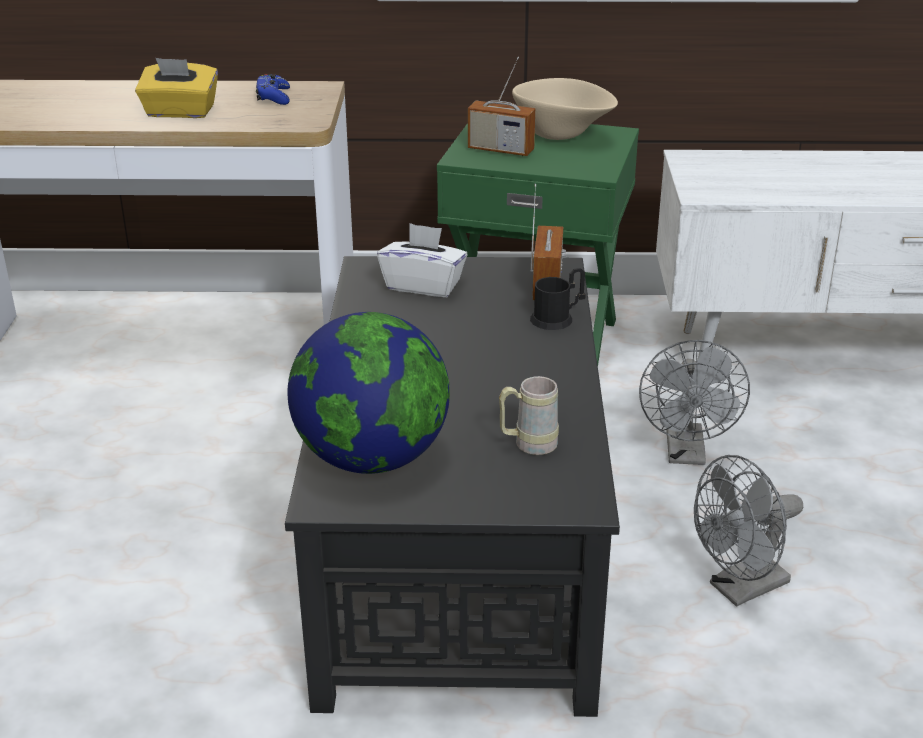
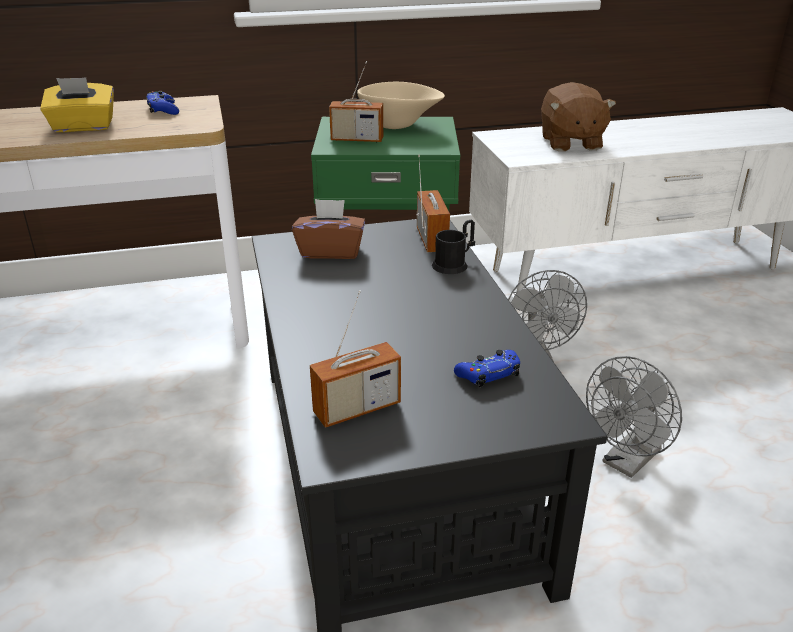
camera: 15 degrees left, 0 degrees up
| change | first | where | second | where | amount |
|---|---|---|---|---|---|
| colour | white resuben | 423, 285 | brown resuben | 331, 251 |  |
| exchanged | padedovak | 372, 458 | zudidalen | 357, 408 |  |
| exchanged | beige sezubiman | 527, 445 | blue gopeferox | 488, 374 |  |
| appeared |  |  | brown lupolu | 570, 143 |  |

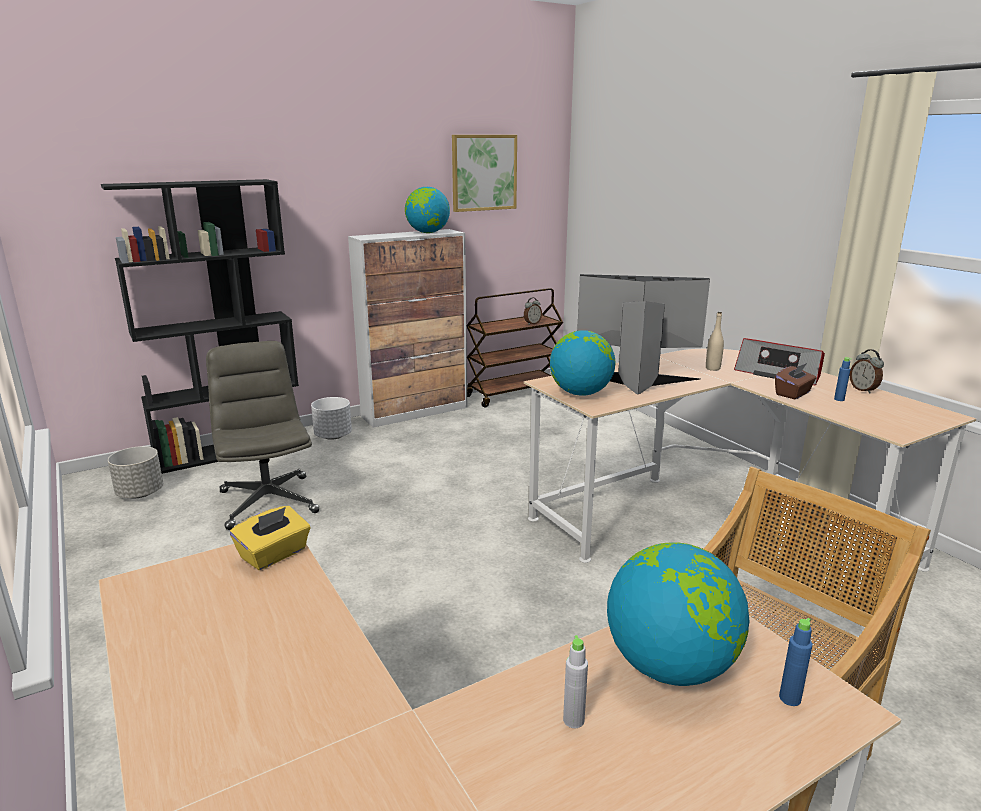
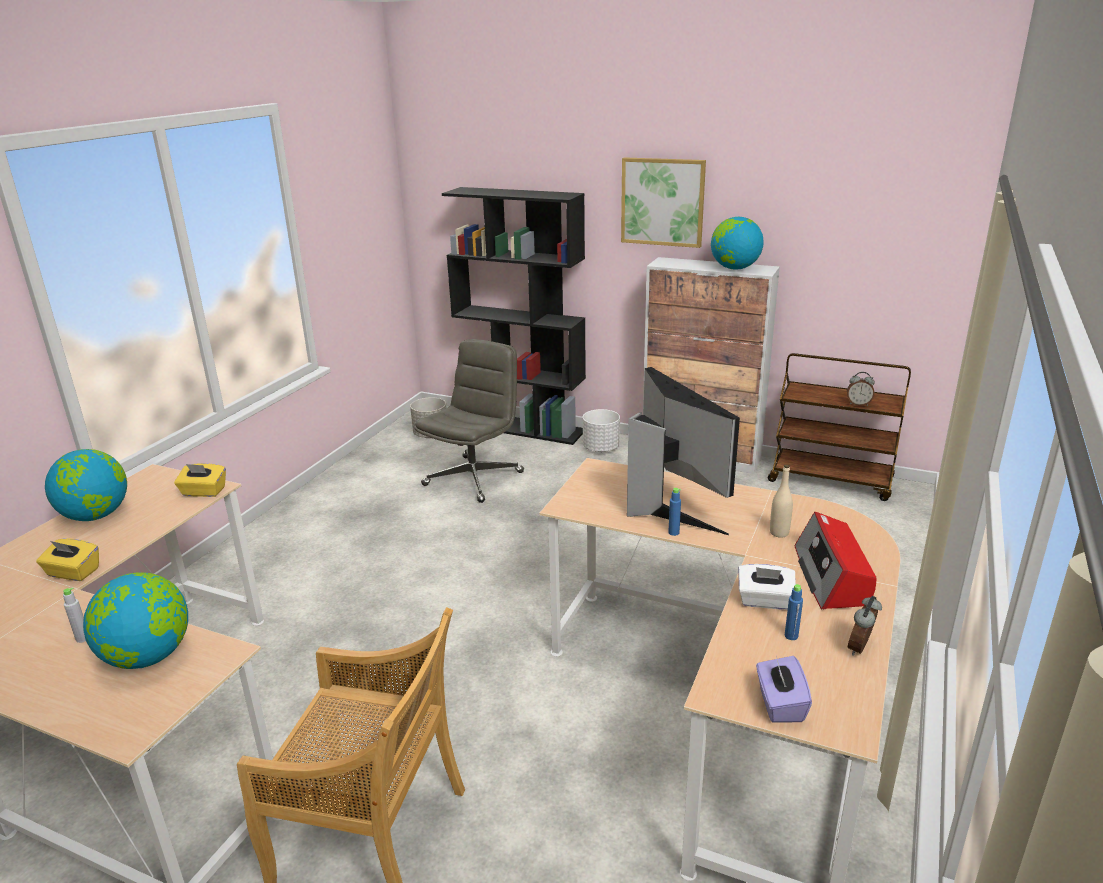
camera: 55 degrees right, 5 degrees up
| change | first | where | second | where | amount |
|---|---|---|---|---|---|
| appeared |  |  | yellow resuben | 73, 573 |  |
| relocated | padedovak | 580, 393 |  | 96, 515 |  |
| relocated | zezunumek | 484, 173 |  | 662, 202 |  |
| relocated | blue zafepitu | 789, 698 |  | 673, 532 |  |
| colour | brown resuben | 793, 394 | white resuben | 764, 601 |  |
| appeared |  |  | purple resuben | 780, 704 |  |

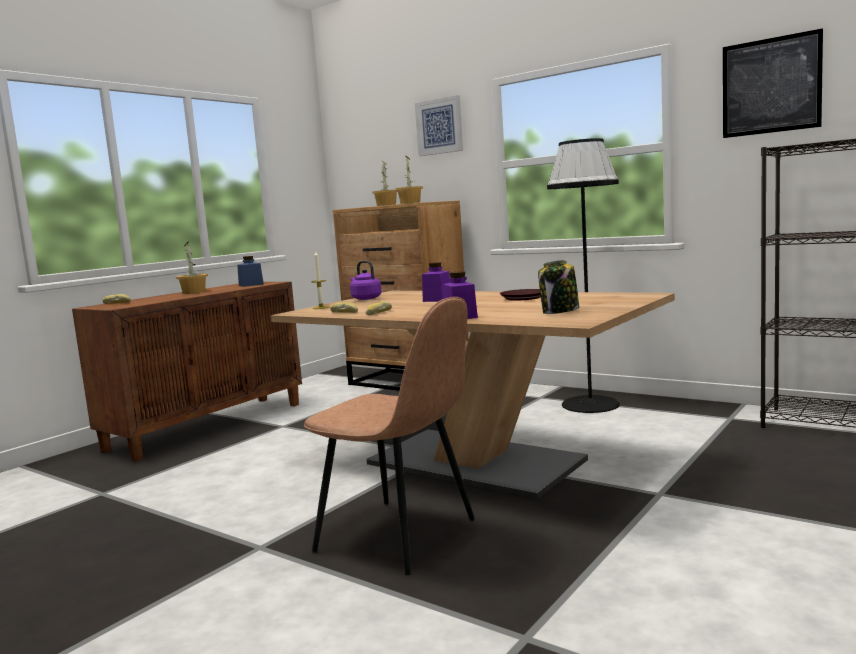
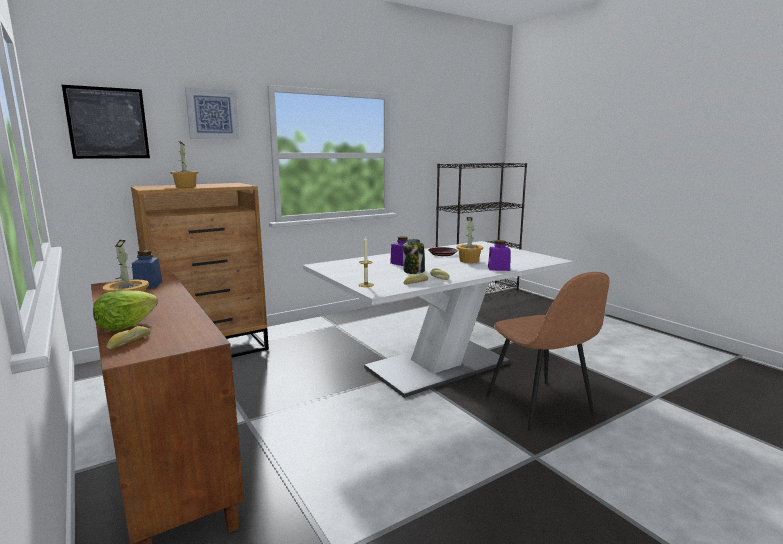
camera: 70 degrees left, 5 degrees up
| change | first | where | second | where | amount |
|---|---|---|---|---|---|
| relocated | zezunumek | 771, 86 |  | 108, 123 |  |
| appeared |  |  | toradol | 126, 326 |  |
| colour | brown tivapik | 474, 462 | white tivapik | 437, 365 |  |
| relocated | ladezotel | 560, 312 |  | 414, 271 |  |
| relocated | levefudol | 410, 203 |  | 469, 261 |  |
| spun | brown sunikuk | 399, 536 |  | 540, 406 | 105 degrees clockwise |
| missing | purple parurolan | 365, 298 |  |  |  |
| missing | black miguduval | 590, 404 |  |  |  |

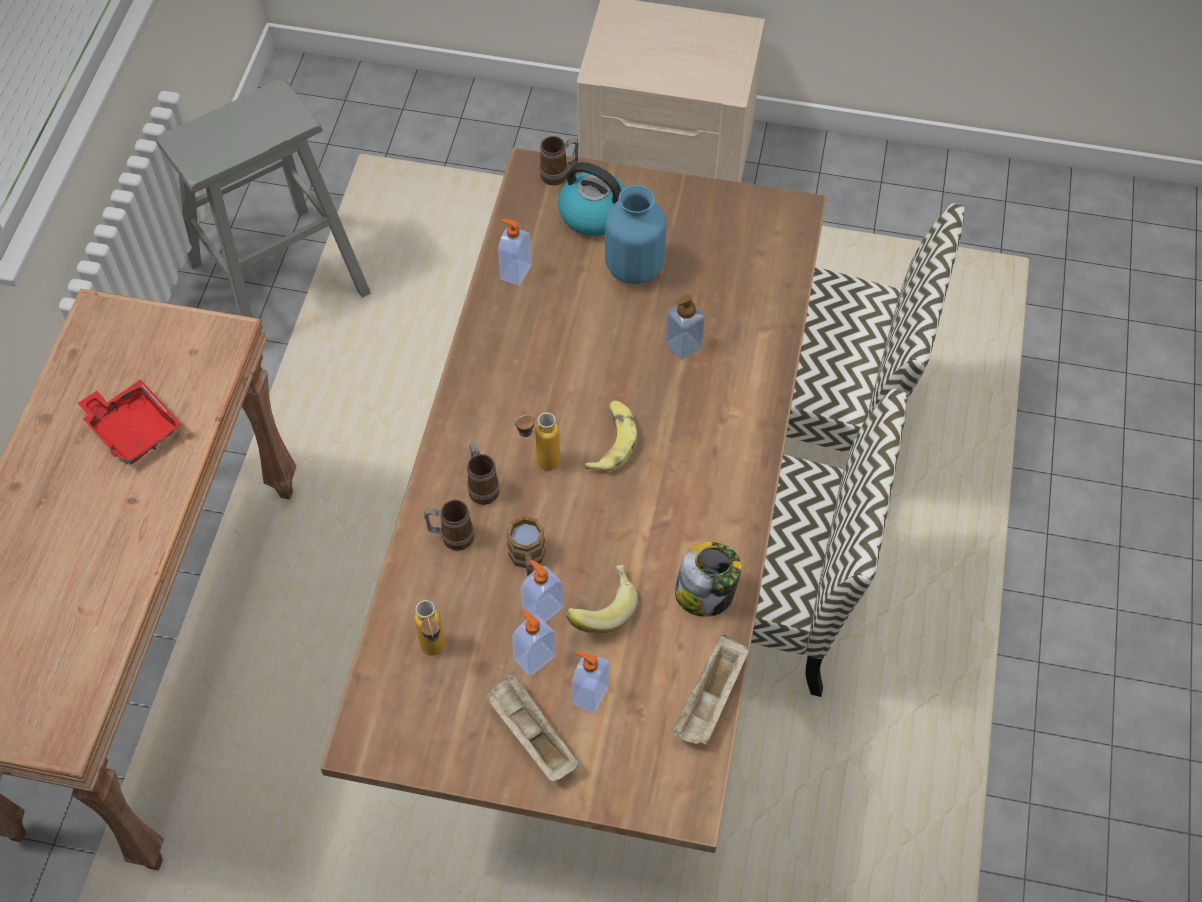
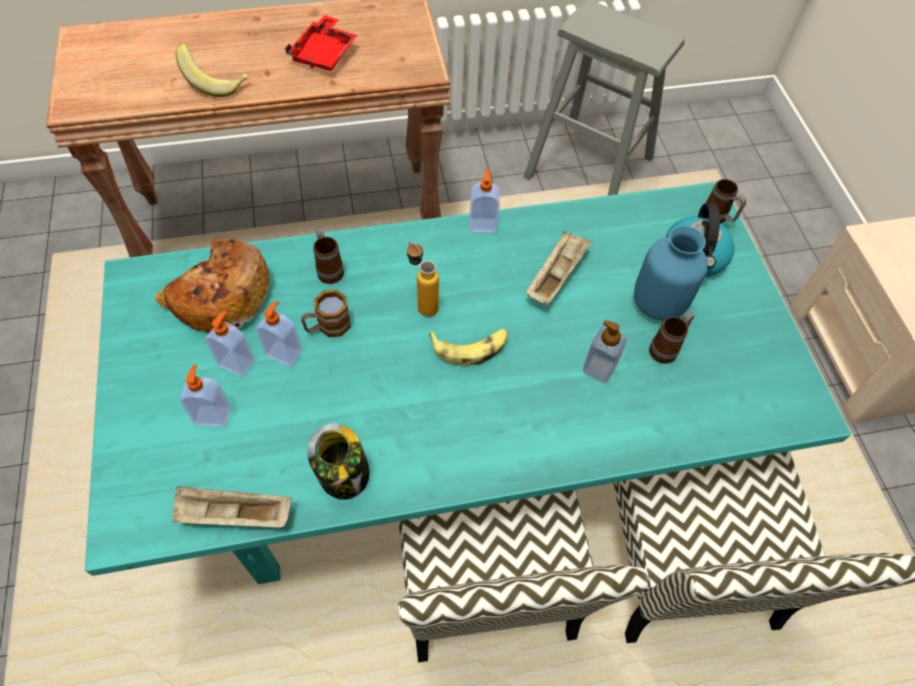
camera: 65 degrees right, 0 degrees up
| change | first | where | second | where | amount |
|---|---|---|---|---|---|
| colour | brown tivapik | 601, 584 | turquoise tivapik | 449, 450 |  |
| exchanged | zafepitu | 435, 654 | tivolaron | 220, 295 |  |
| relocated | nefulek | 601, 607 |  | 216, 83 |  |
| relocated | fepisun | 515, 272 |  | 482, 224 |  |
| relocated | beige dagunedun | 531, 735 |  | 556, 276 |  |
| relocated | sezubiman | 482, 486 |  | 667, 348 |  |

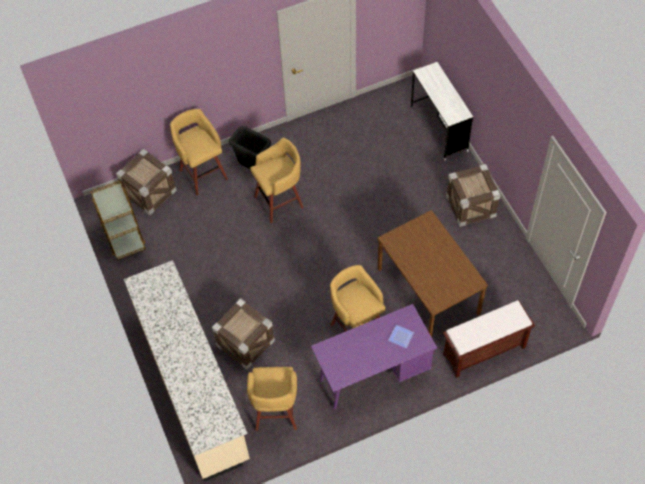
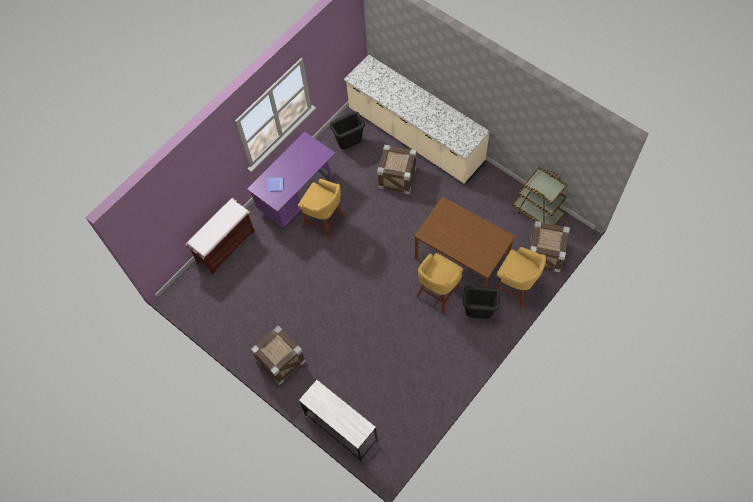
camera: 155 degrees right, 5 degrees up
| change | first | where | second | where | amount |
|---|---|---|---|---|---|
| exchanged | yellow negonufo | 276, 412 | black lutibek | 350, 145 |  |
| relocated | brown tivapik | 427, 291 |  | 462, 258 |  |

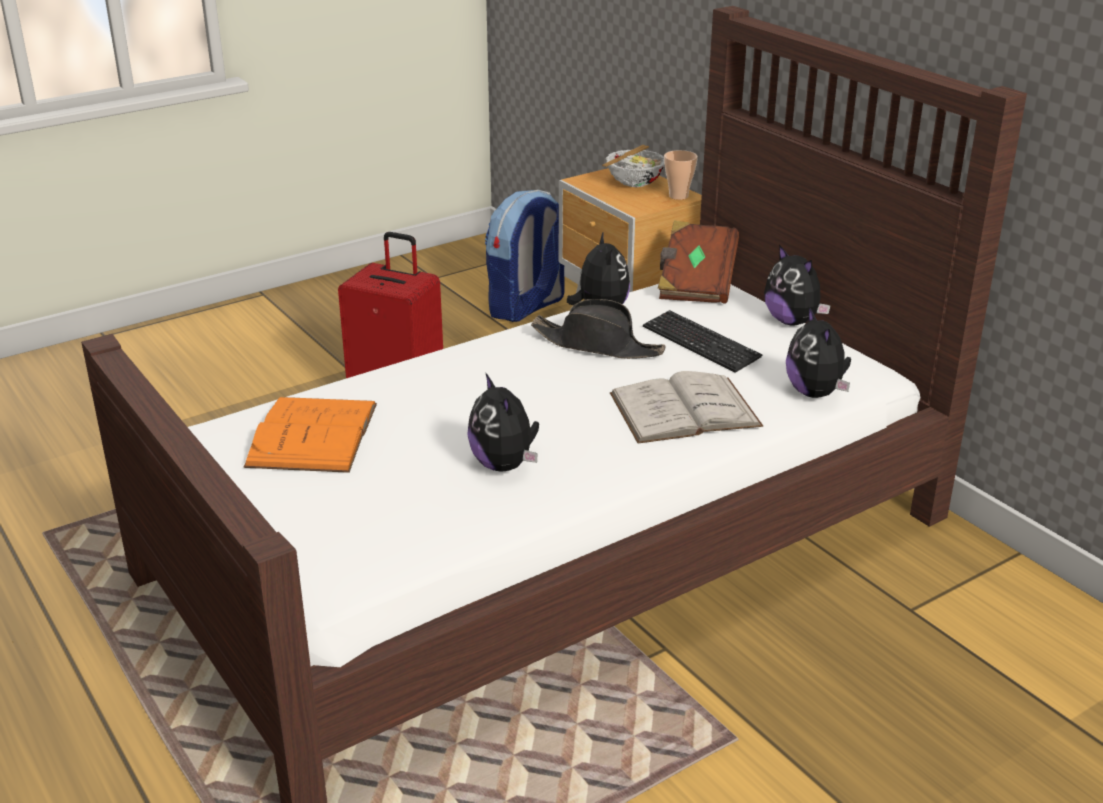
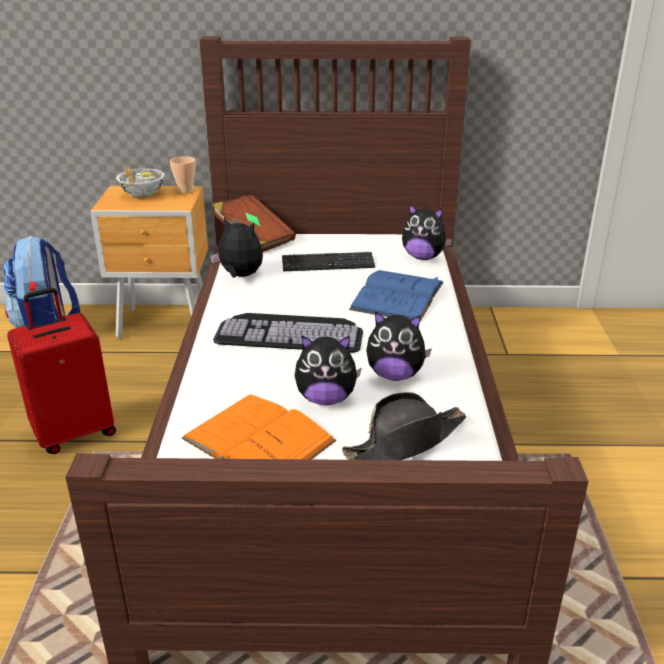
camera: 55 degrees left, 0 degrees up
| change | first | where | second | where | amount |
|---|---|---|---|---|---|
| appeared |  |  | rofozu | 291, 332 |  |
| relocated | lupolu | 792, 321 |  | 326, 399 |  |
| relocated | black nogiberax | 598, 345 |  | 406, 441 |  |
| colour | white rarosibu | 684, 410 | blue rarosibu | 397, 296 |  |

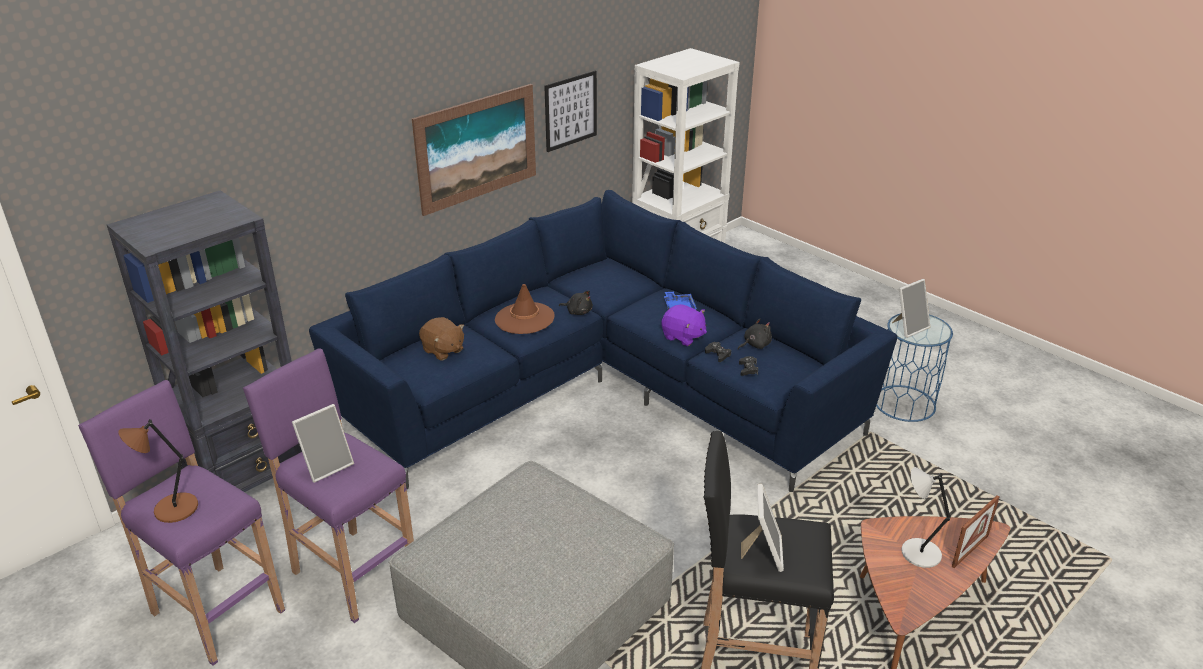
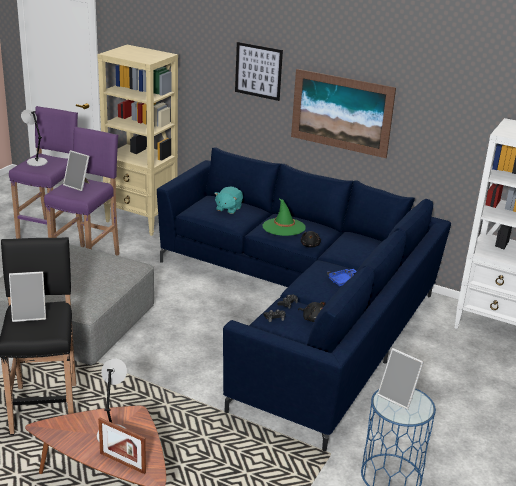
camera: 70 degrees right, 5 degrees down
| change | first | where | second | where | amount |
|---|---|---|---|---|---|
| colour | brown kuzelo | 173, 509 | grey kuzelo | 36, 162 |  |
| colour | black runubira | 253, 489 | beige runubira | 141, 221 |  |
| colour | brown lupolu | 443, 350 | turquoise lupolu | 228, 209 |  |
| relocated | zezunumek | 570, 111 |  | 258, 71 |  |
| colour | brown nogiberax | 524, 318 | green nogiberax | 283, 227 |  |
| missing | purple lupolu | 683, 337 |  |  |  |

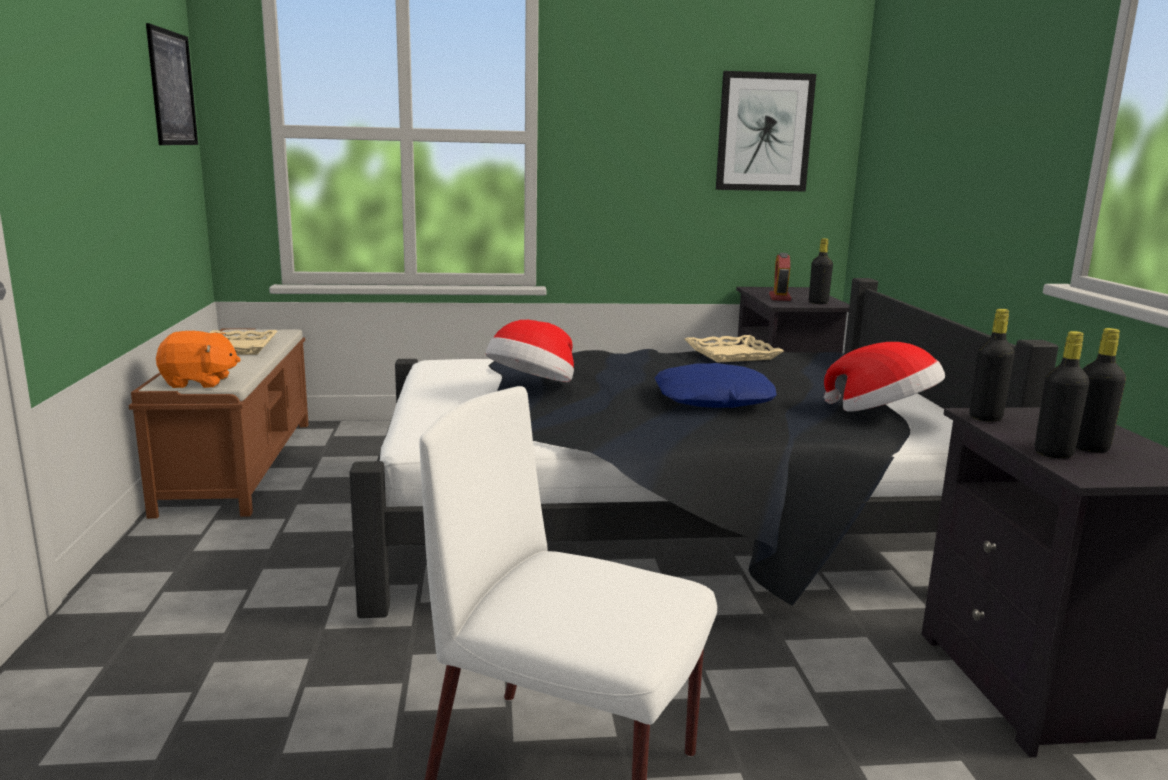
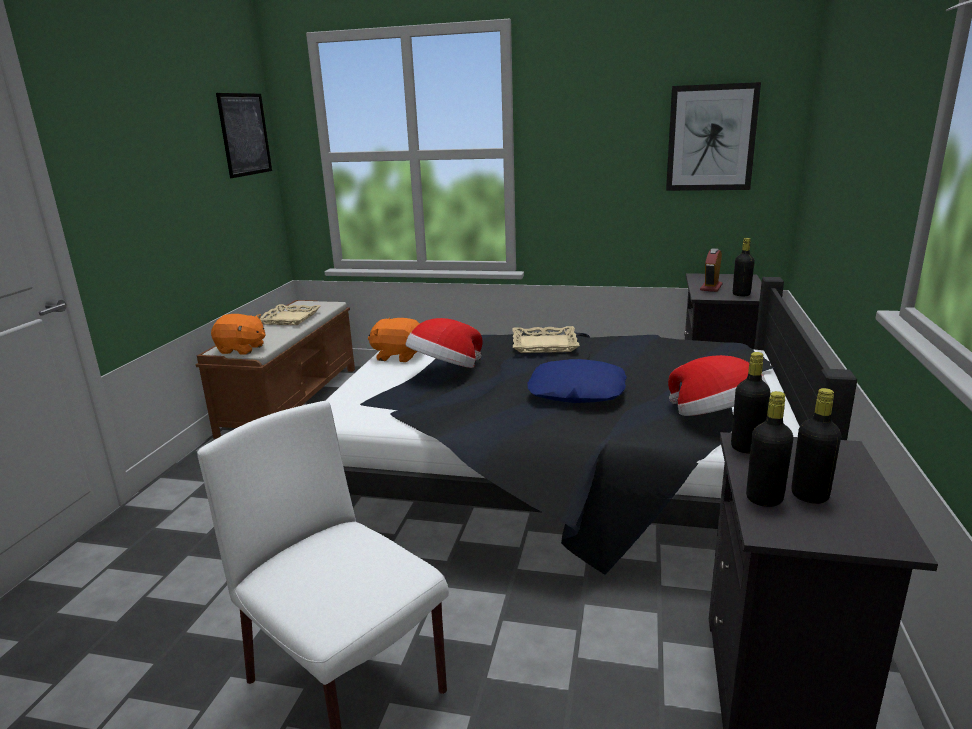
camera: 20 degrees right, 5 degrees up
| change | first | where | second | where | amount |
|---|---|---|---|---|---|
| appeared |  |  | orange lupolu | 398, 356 |  |
| relocated | beige dagunedun | 732, 354 |  | 544, 345 |  |

